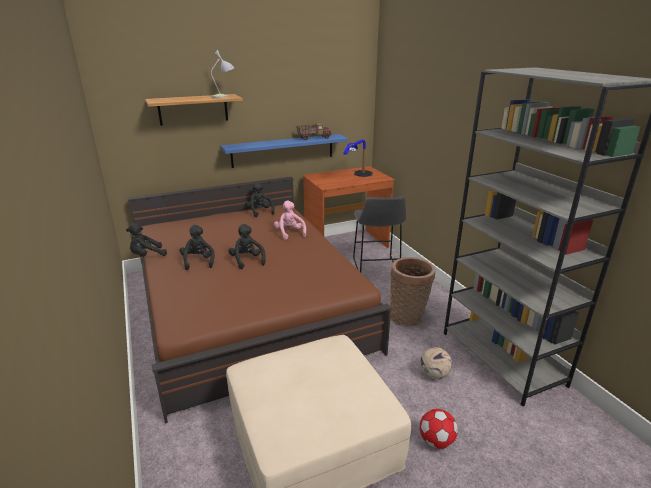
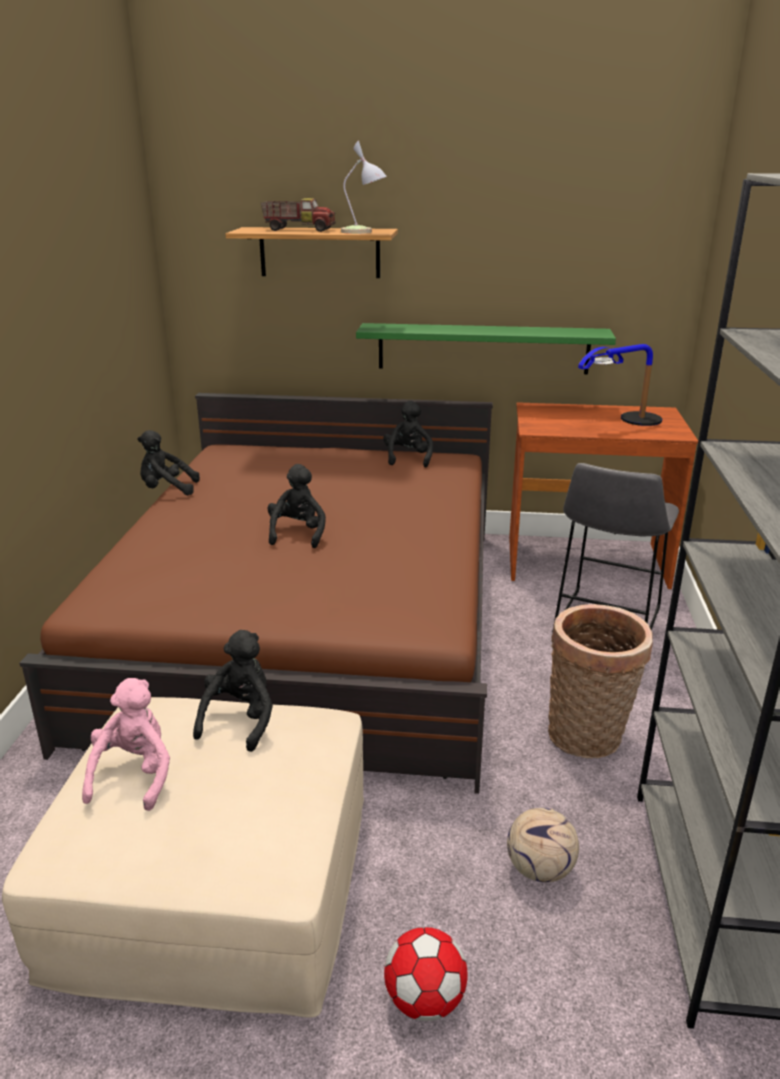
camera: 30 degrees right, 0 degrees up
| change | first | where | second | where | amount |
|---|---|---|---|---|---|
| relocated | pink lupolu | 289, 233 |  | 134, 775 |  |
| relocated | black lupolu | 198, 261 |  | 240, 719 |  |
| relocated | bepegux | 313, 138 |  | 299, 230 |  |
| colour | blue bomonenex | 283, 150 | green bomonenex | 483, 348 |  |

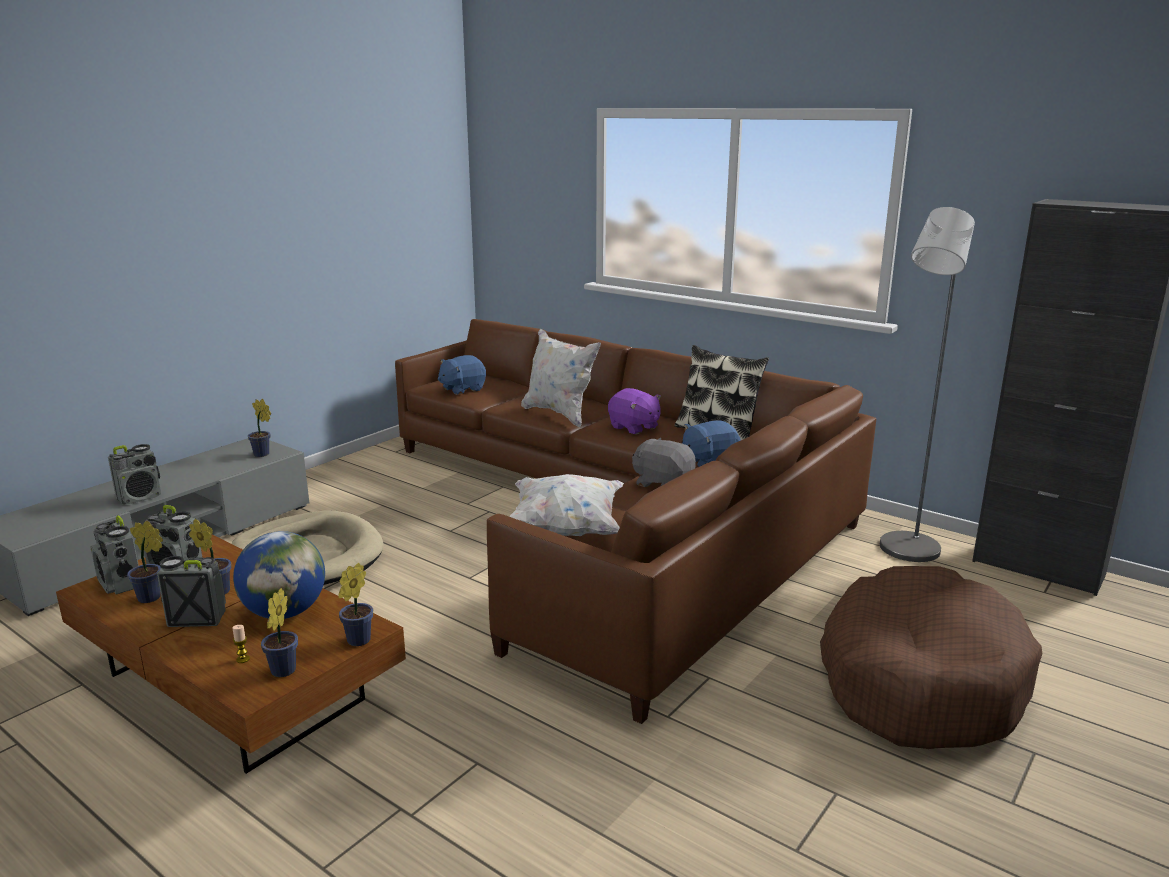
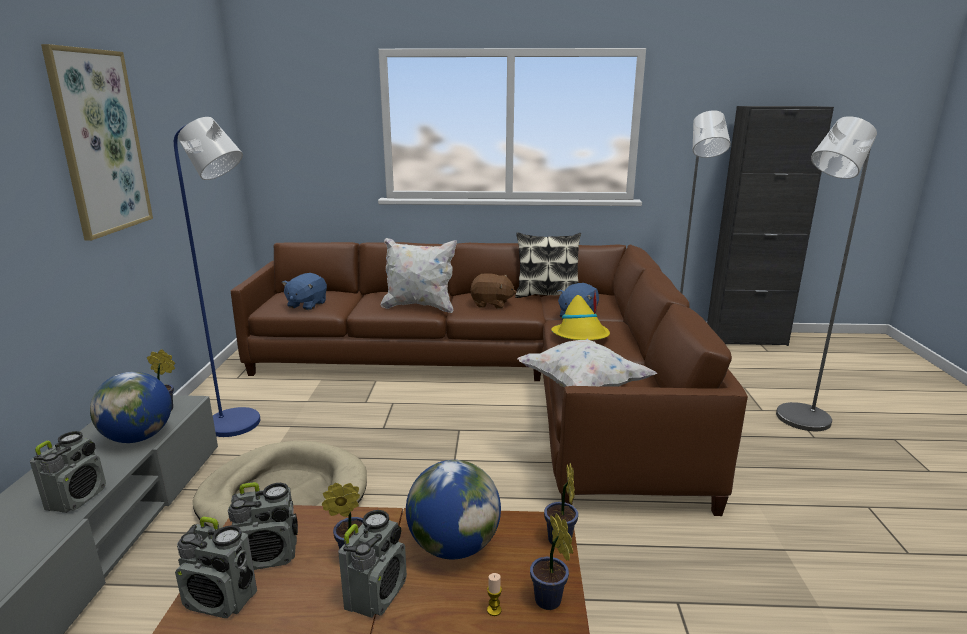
camera: 35 degrees left, 0 degrees up
| change | first | where | second | where | amount |
|---|---|---|---|---|---|
| appeared |  |  | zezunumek | 100, 143 |  |
| appeared |  |  | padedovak | 138, 437 |  |
| appeared |  |  | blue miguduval | 242, 425 |  |
| spun | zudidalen | 197, 618 |  | 377, 594 | 150 degrees clockwise |
| colour | purple lupolu | 634, 427 | brown lupolu | 491, 304 |  |
| exchanged | grey lupolu | 662, 483 | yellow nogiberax | 581, 336 |  |
| exchanged | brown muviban | 919, 680 | grey miguduval | 796, 421 |  |
| missing | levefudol | 152, 598 |  |  |  |

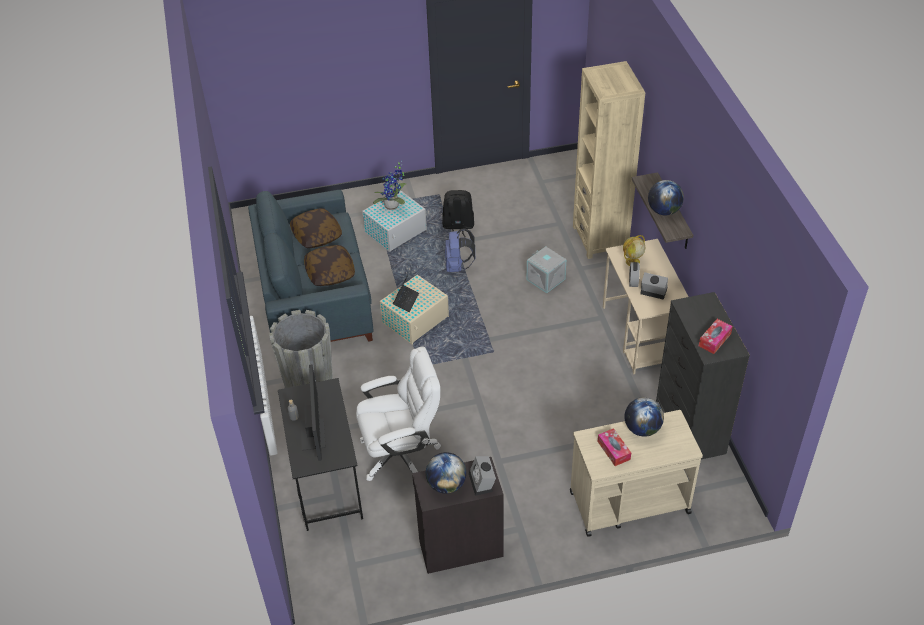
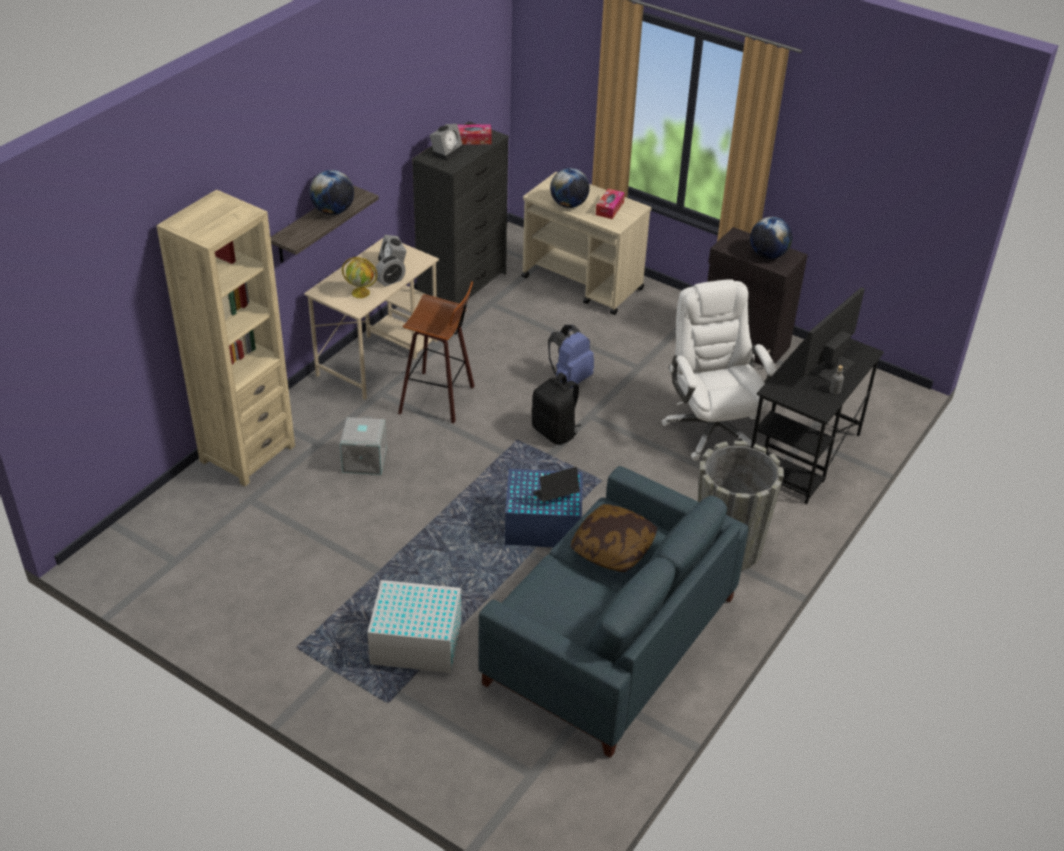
camera: 135 degrees left, 5 degrees down
| change | first | where | second | where | amount |
|---|---|---|---|---|---|
| appeared |  |  | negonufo | 440, 398 |  |
| relocated | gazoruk | 482, 483 |  | 447, 151 |  |
| colour | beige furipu | 416, 319 | blue furipu | 541, 524 |  |
| relocated | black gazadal | 458, 226 |  | 555, 432 |  |
| relocated | blue gazadal | 458, 266 |  | 569, 379 |  |
| spun | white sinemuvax | 401, 453 |  | 711, 428 | 45 degrees clockwise |
| missing | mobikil | 316, 235 |  |  |  |
| missing | levefudol | 393, 206 |  |  |  |

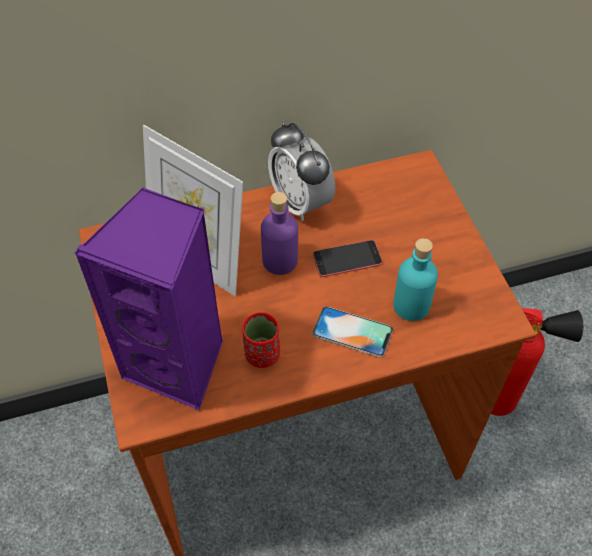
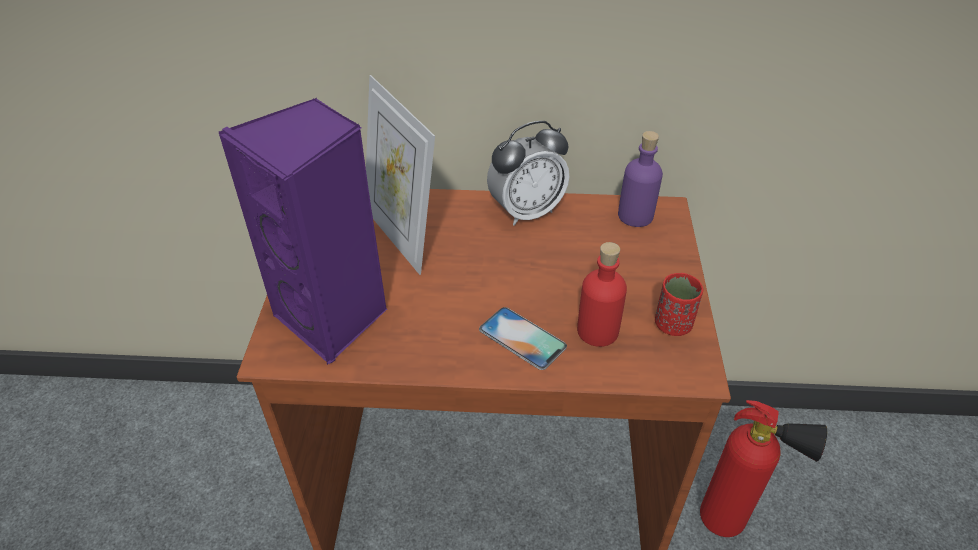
camera: 20 degrees right, 10 degrees down
| change | first | where | second | where | amount |
|---|---|---|---|---|---|
| spun | gazoruk | 300, 203 |  | 526, 211 | 105 degrees counterclockwise |
| colour | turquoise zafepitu | 411, 305 | red zafepitu | 597, 331 |  |
| relocated | purple zafepitu | 280, 261 |  | 635, 215 |  |
| relocated | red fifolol | 262, 354 |  | 673, 324 |  |
| missing | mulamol | 347, 258 |  |  |  |

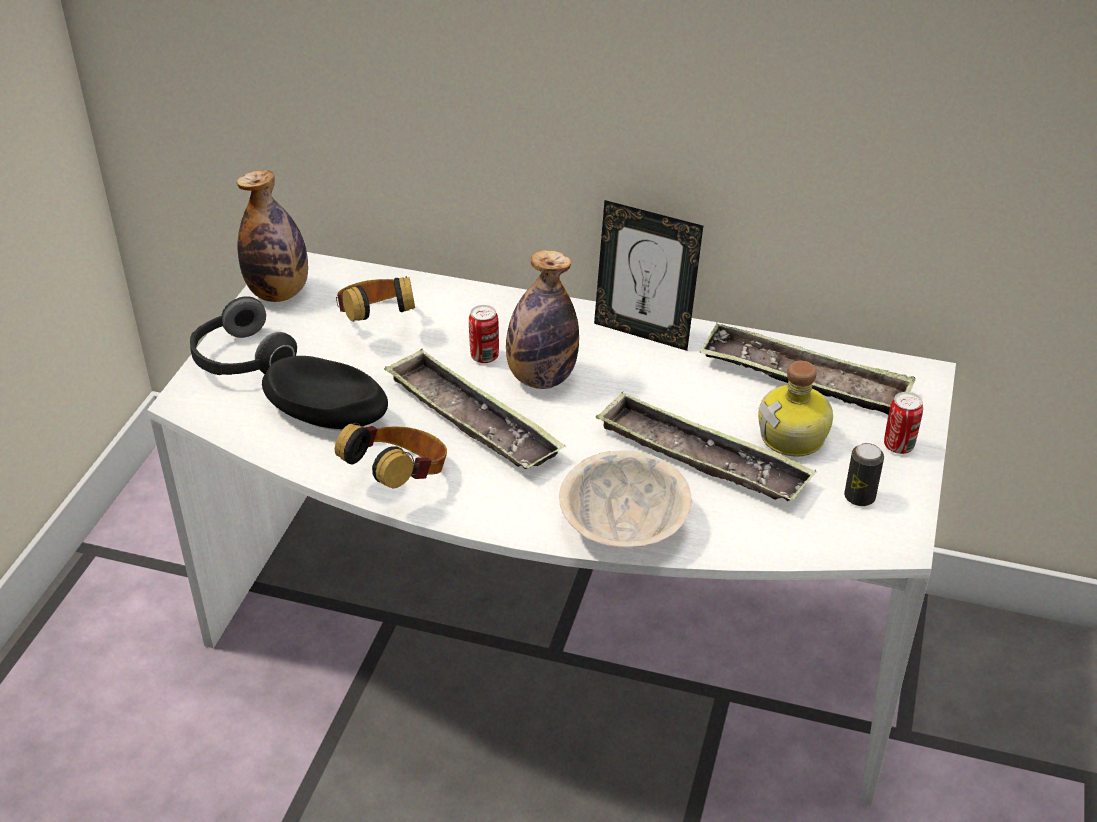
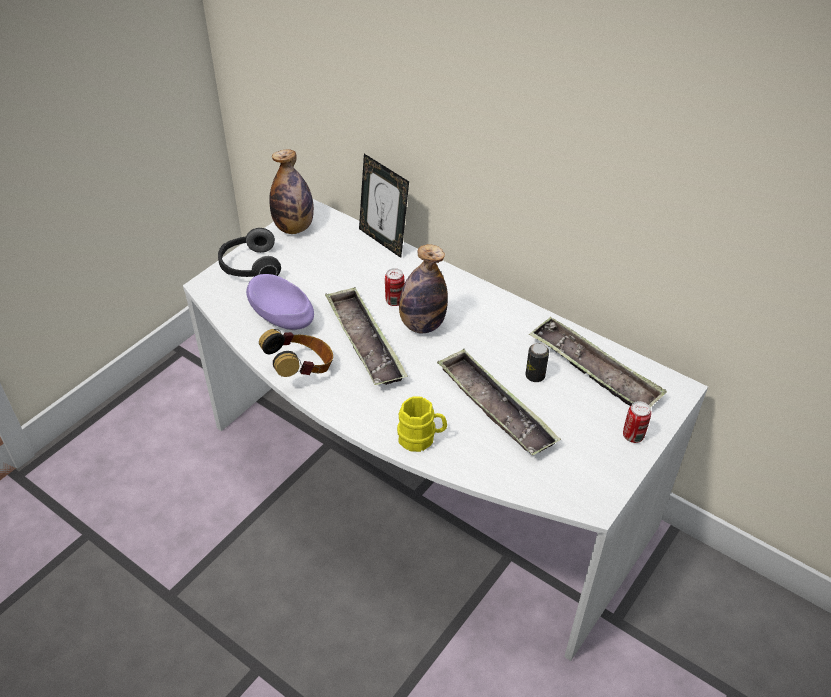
camera: 20 degrees right, 5 degrees up
| change | first | where | second | where | amount |
|---|---|---|---|---|---|
| colour | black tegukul | 328, 414 | purple tegukul | 282, 315 |  |
| relocated | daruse | 643, 332 |  | 383, 241 |  |
| exchanged | beige tegukul | 624, 524 | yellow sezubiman | 421, 438 |  |
| relocated | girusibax | 859, 497 |  | 535, 376 |  |
| missing | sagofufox | 377, 322 |  |  |  |
| missing | zafepitu | 794, 438 |  |  |  |

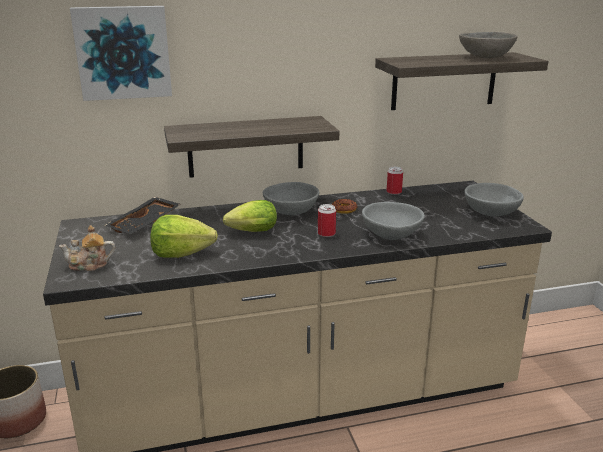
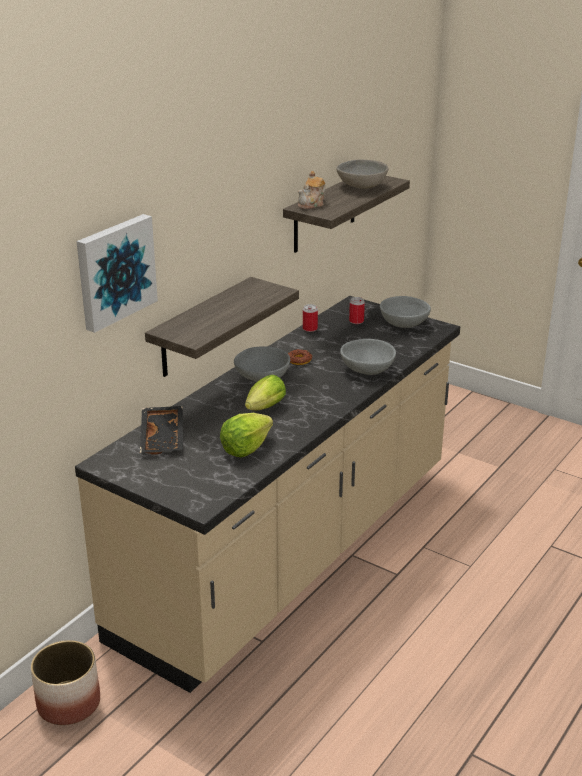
camera: 40 degrees left, 5 degrees up
| change | first | where | second | where | amount |
|---|---|---|---|---|---|
| relocated | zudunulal | 89, 265 |  | 312, 204 |  |
| relocated | girusibax | 326, 234 |  | 356, 321 |  |

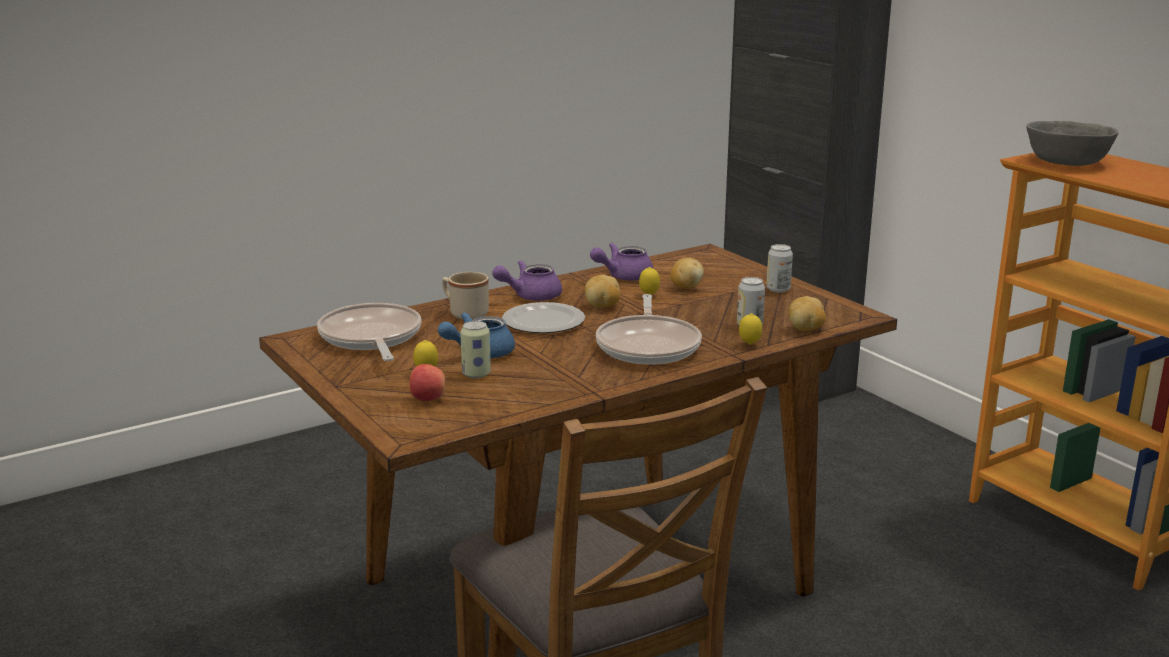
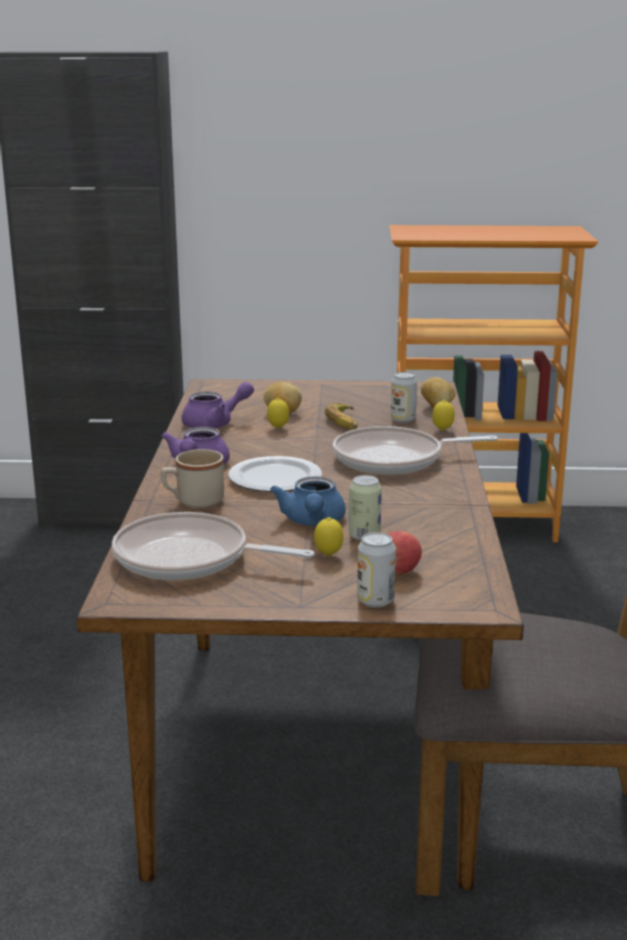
camera: 55 degrees left, 0 degrees up
| change | first | where | second | where | amount |
|---|---|---|---|---|---|
| spun | purple zudunulal | 623, 277 |  | 215, 424 | 120 degrees counterclockwise |
| appeared |  |  | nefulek | 344, 422 |  |
| spun | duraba | 648, 345 |  | 394, 459 | 135 degrees clockwise |
| relocated | girusibax | 778, 289 |  | 375, 601 |  |
| missing | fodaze | 602, 306 |  |  |  |
| missing | grey tegukul | 1066, 162 |  |  |  |

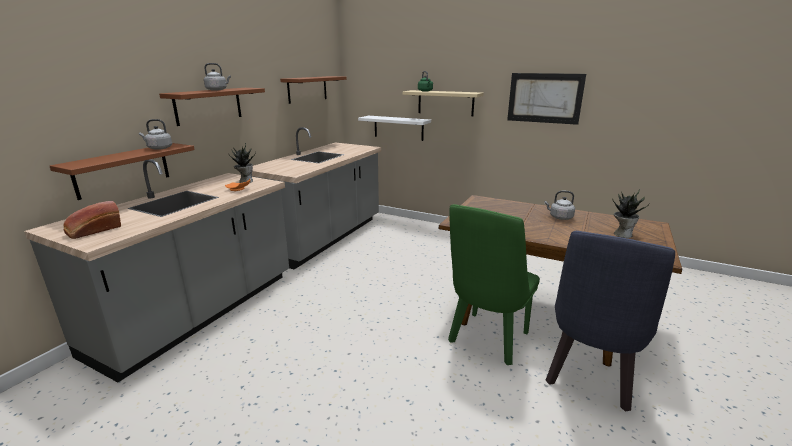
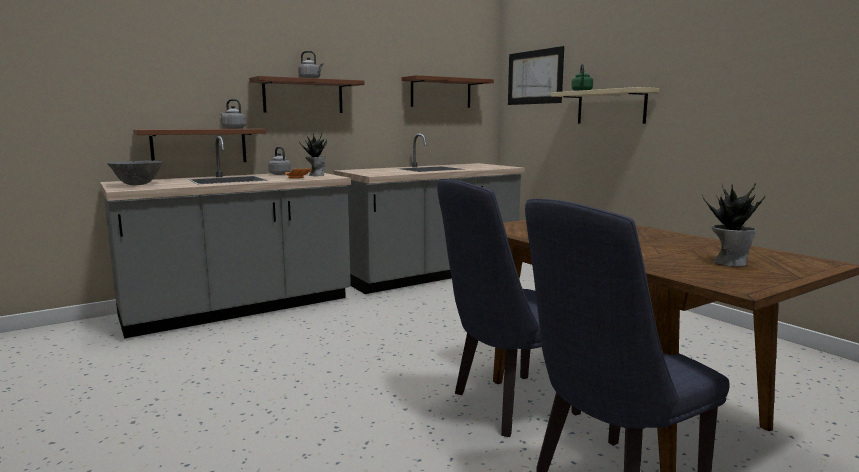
camera: 30 degrees right, 10 degrees down
| change | first | where | second | where | amount |
|---|---|---|---|---|---|
| exchanged | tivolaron | 93, 231 | grey tegukul | 137, 185 |  |
| relocated | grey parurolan | 559, 217 |  | 279, 174 |  |
| colour | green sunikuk | 486, 341 | blue sunikuk | 506, 406 |  |
| relocated | zezunumek | 544, 98 |  | 534, 77 |  |
| missing | white bomonenex | 398, 128 |  |  |  |

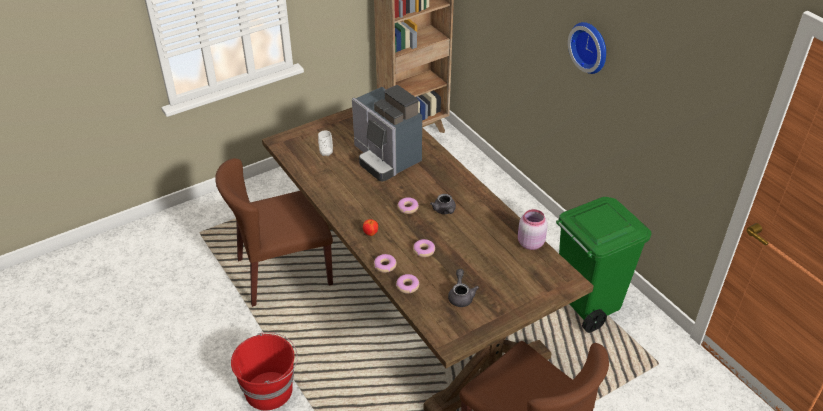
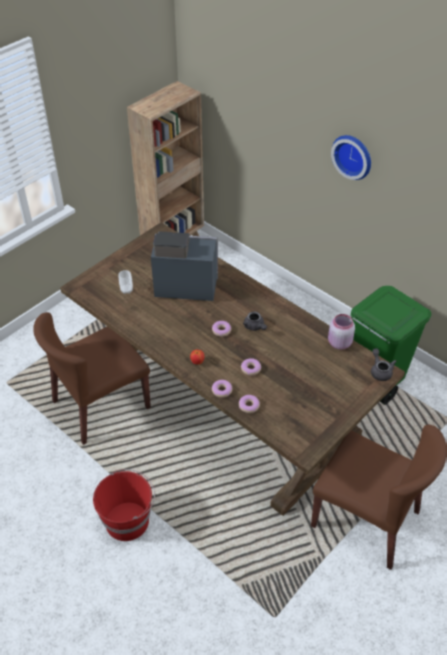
camera: 15 degrees left, 5 degrees up
| change | first | where | second | where | amount |
|---|---|---|---|---|---|
| spun | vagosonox | 386, 158 |  | 183, 285 | 150 degrees clockwise |
| relocated | grey zudunulal | 461, 296 |  | 380, 371 |  |

